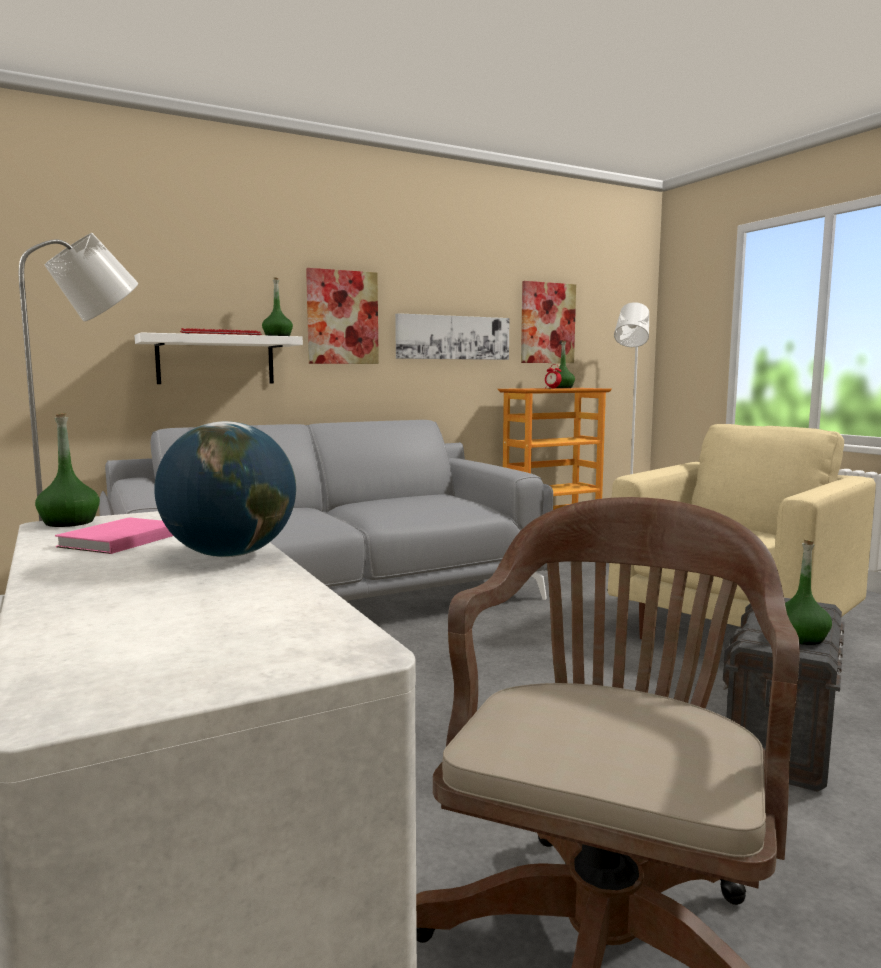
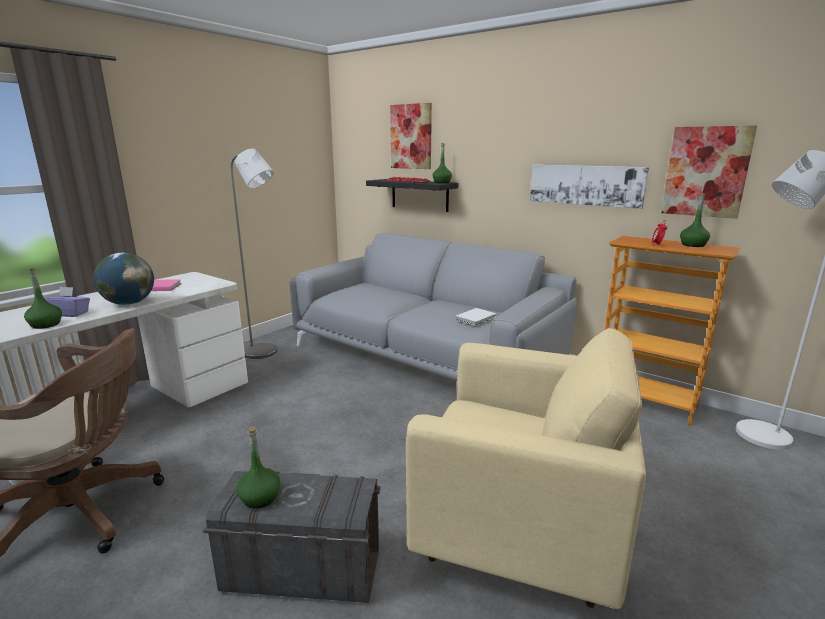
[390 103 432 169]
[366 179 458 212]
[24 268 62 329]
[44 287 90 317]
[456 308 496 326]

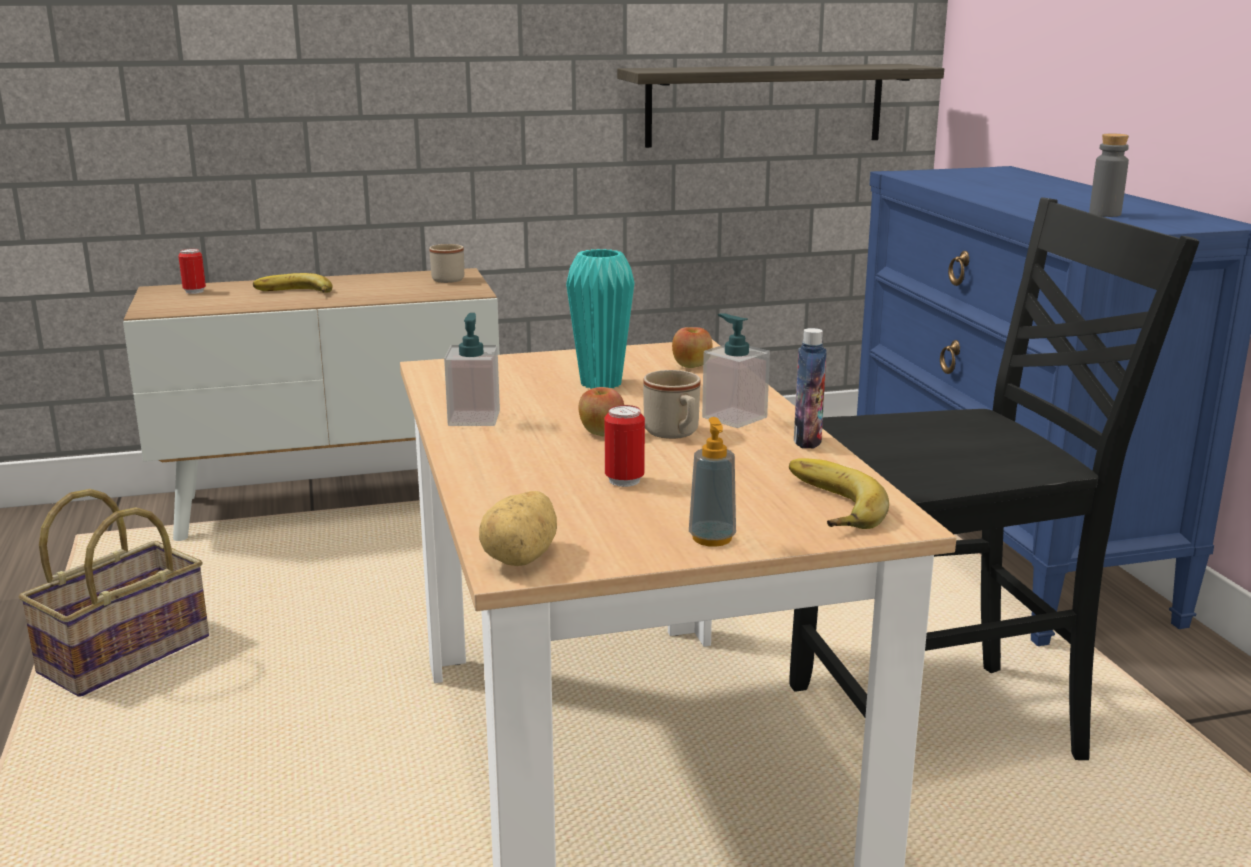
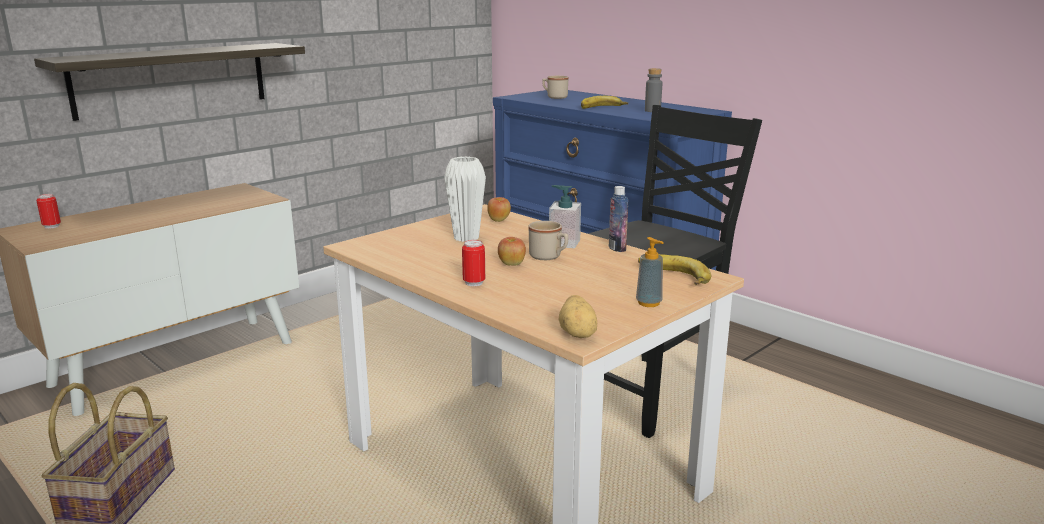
[34 43 305 121]
[542 76 568 99]
[444 156 486 242]
[581 96 628 109]
[444 313 500 426] (first image)
[462 240 485 286]

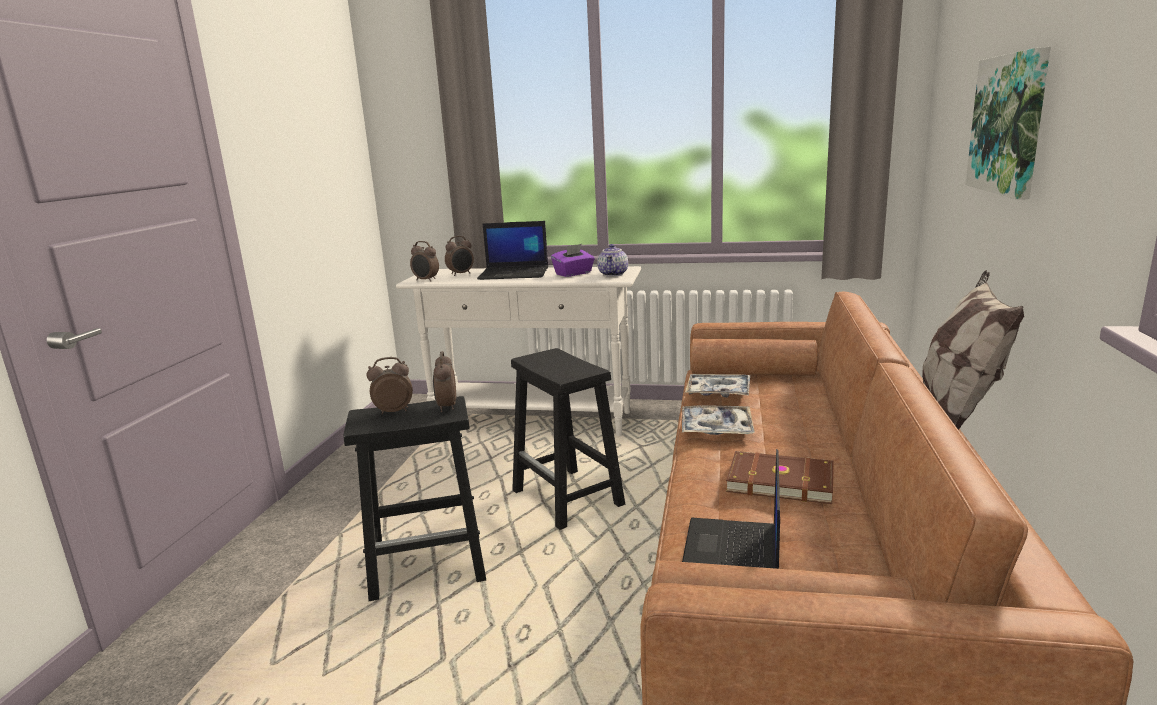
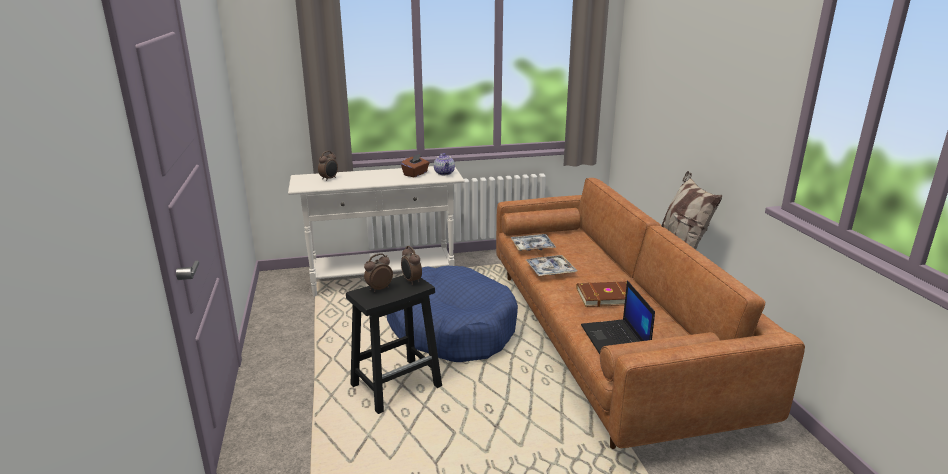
[965 47 1051 200] (first image)
[477 221 548 280] (first image)
[410 241 439 282] (first image)
[401 153 429 177]
[387 266 518 362]

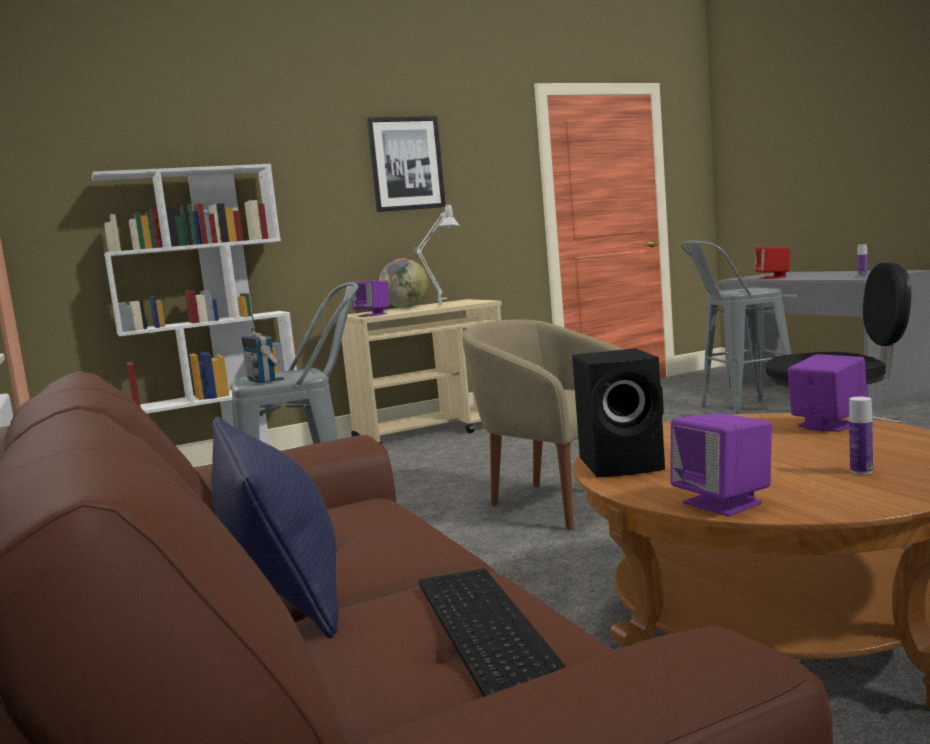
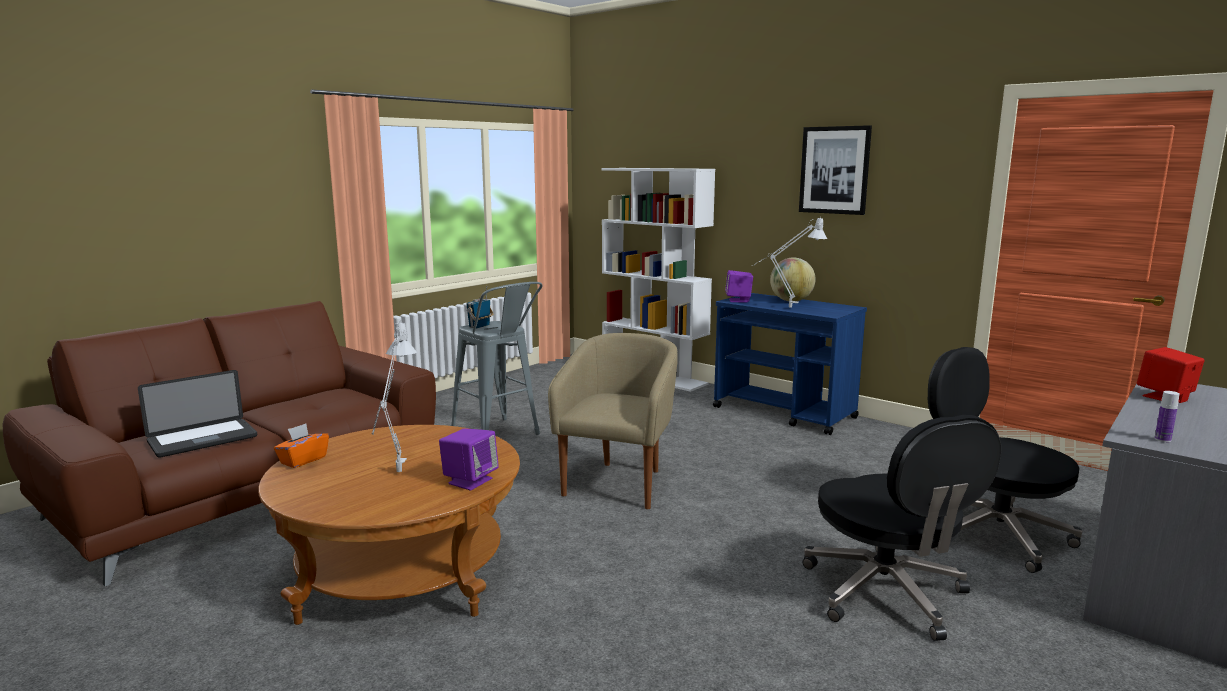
[928 347 1082 573]
[713 293 867 435]
[572 348 665 477] (first image)
[849 397 873 475] (first image)
[274 424 329 468]
[211 417 339 638] (first image)
[138 370 257 458]
[372 323 417 472]

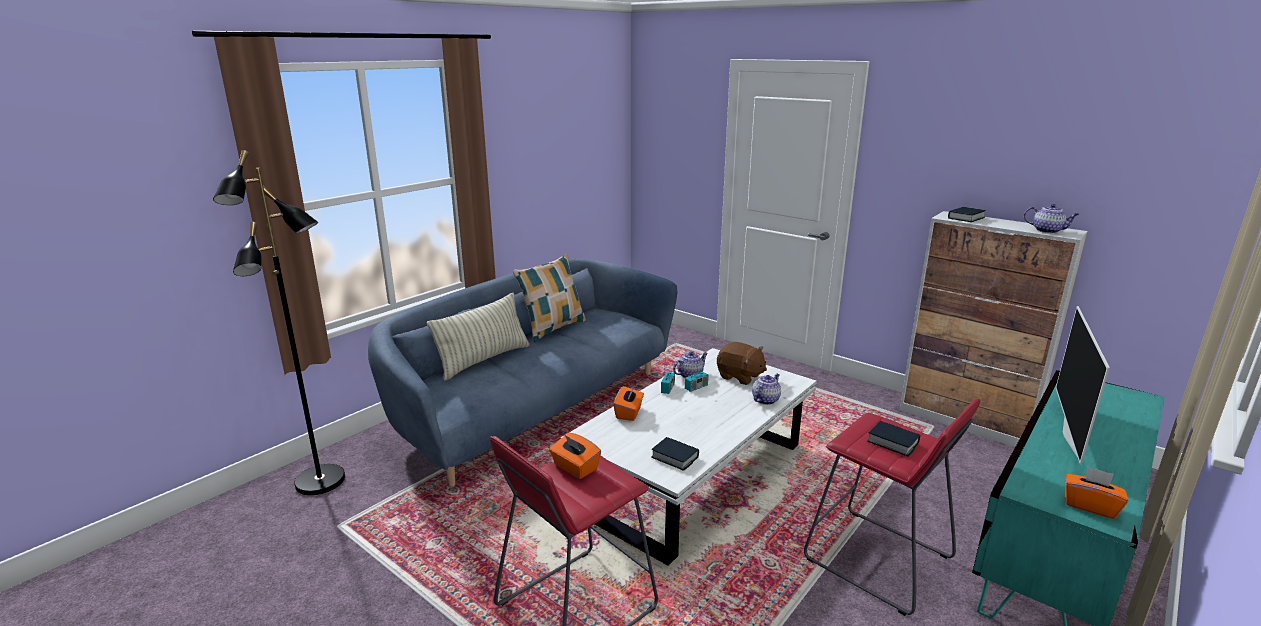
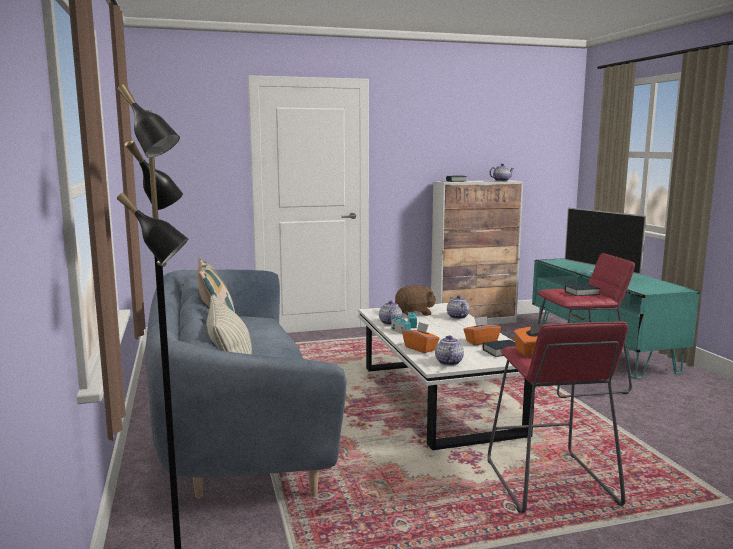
[463 316 501 345]
[435 336 464 366]

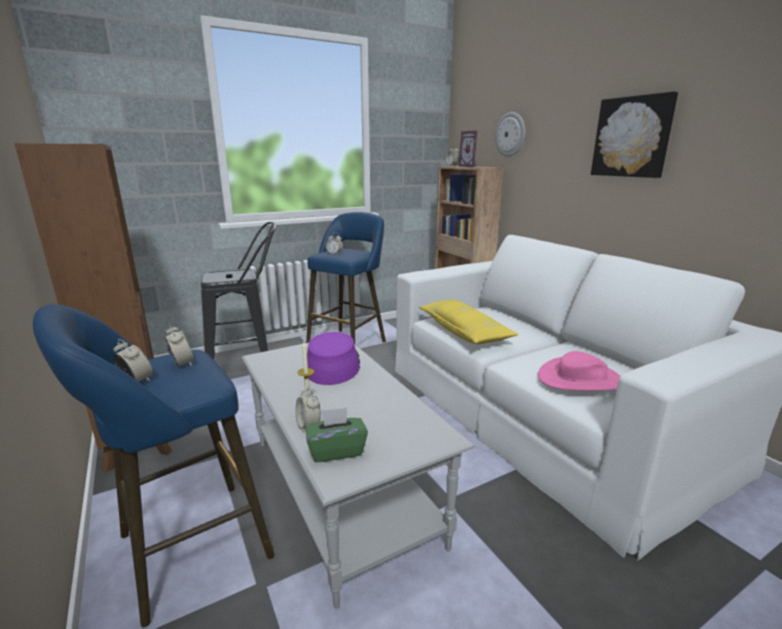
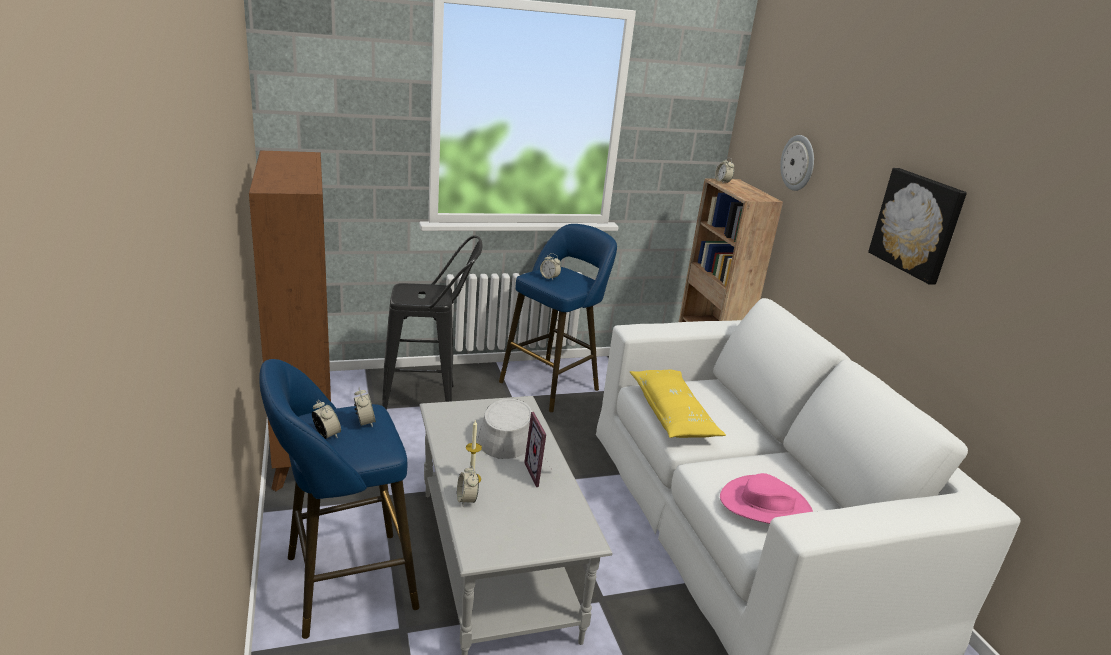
[524 412 551 487]
[478 399 532 459]
[305 407 368 462] (first image)

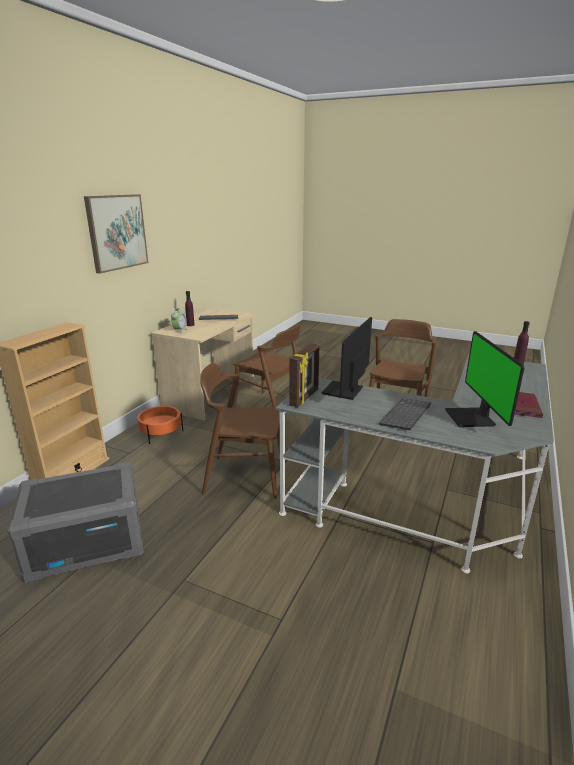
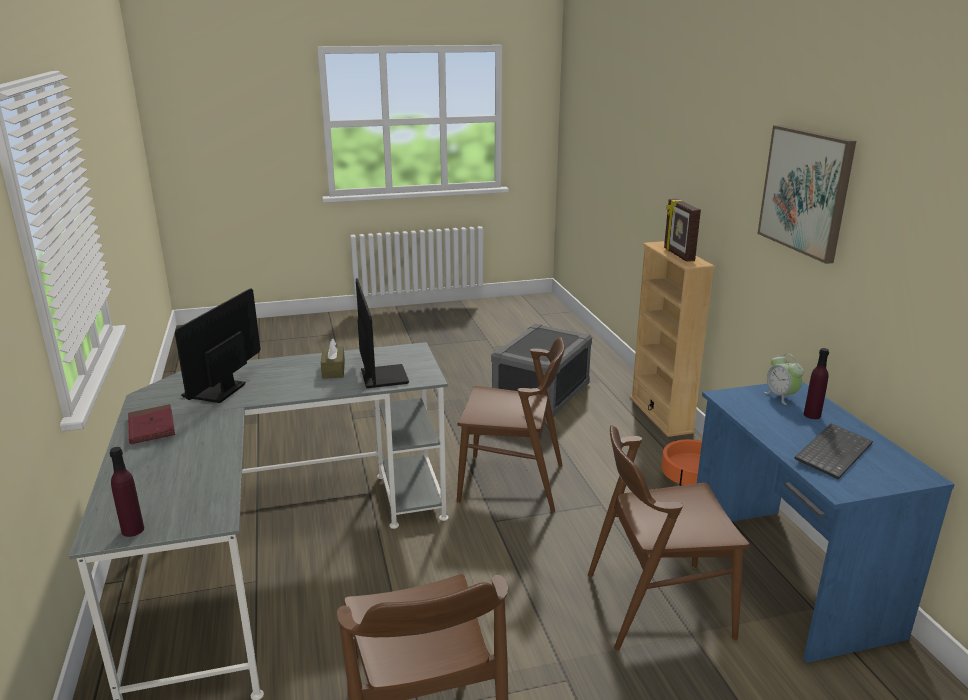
[697 381 955 663]
[175 289 260 403]
[664 199 701 262]
[457 337 565 512]
[379 398 431 430] (first image)
[321 339 345 379]

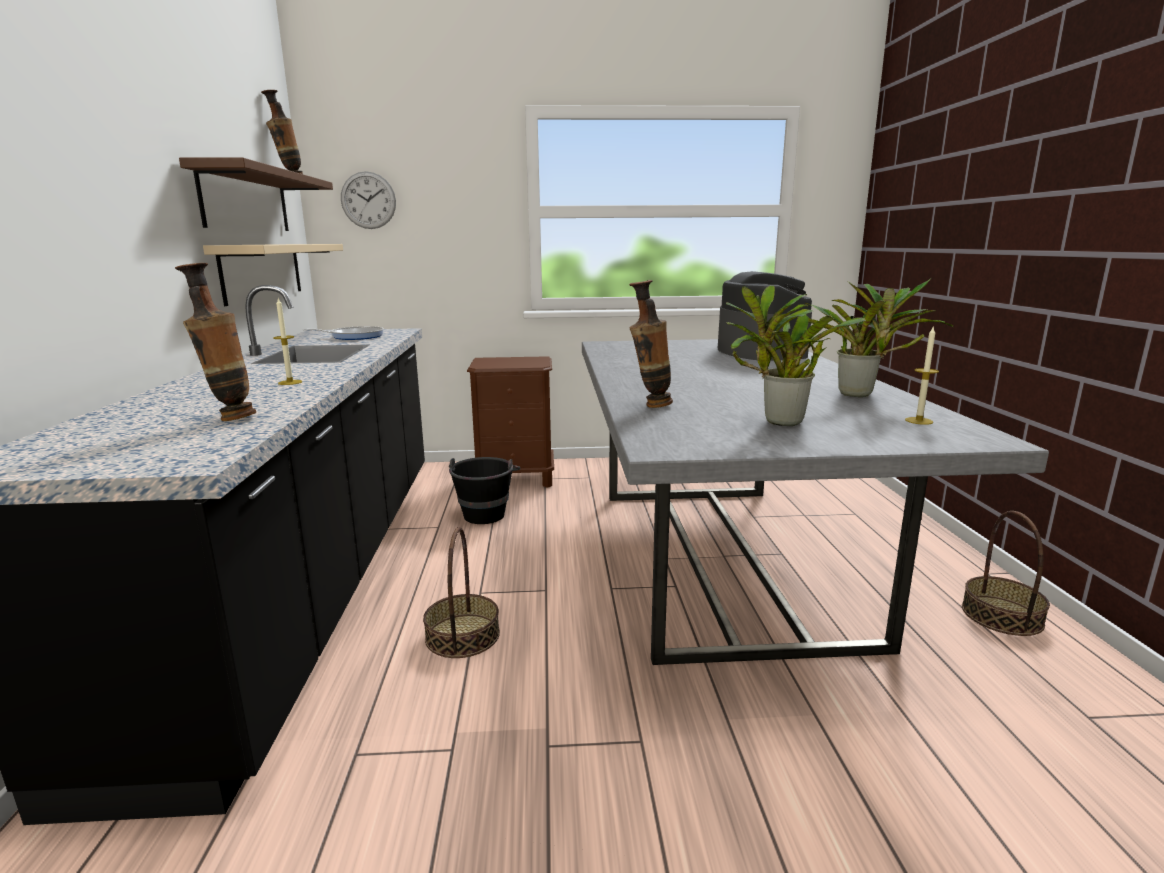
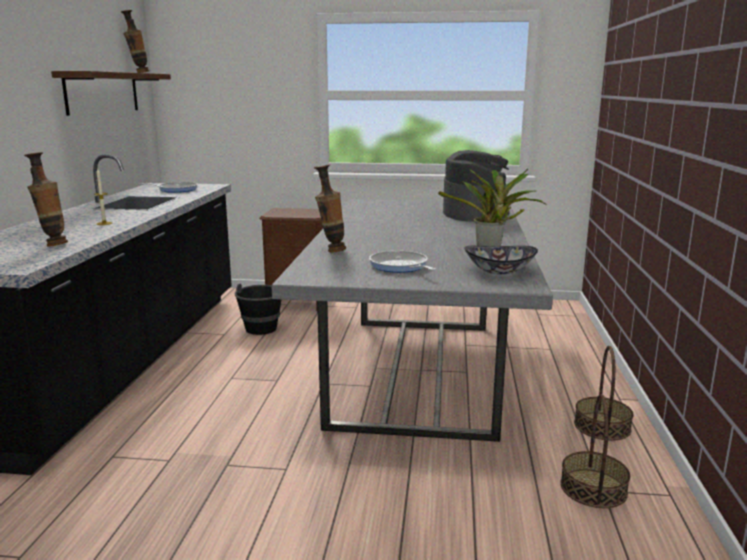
[341 171 396 229] (first image)
[203 244 343 306] (first image)
[369 251 436 273]
[464 246 538 274]
[560 394 630 508]

